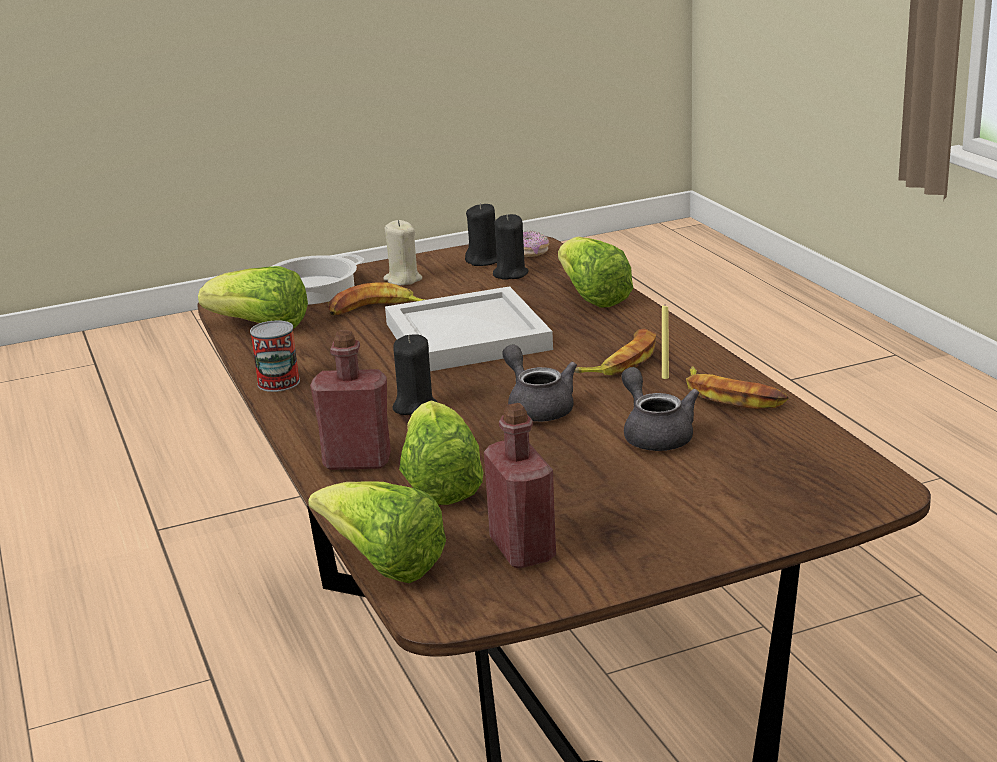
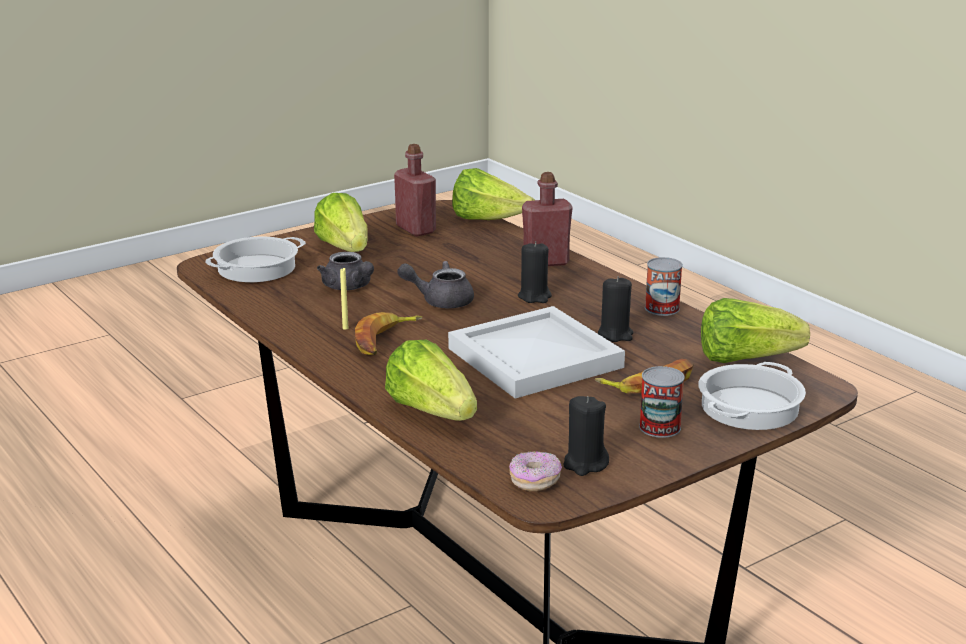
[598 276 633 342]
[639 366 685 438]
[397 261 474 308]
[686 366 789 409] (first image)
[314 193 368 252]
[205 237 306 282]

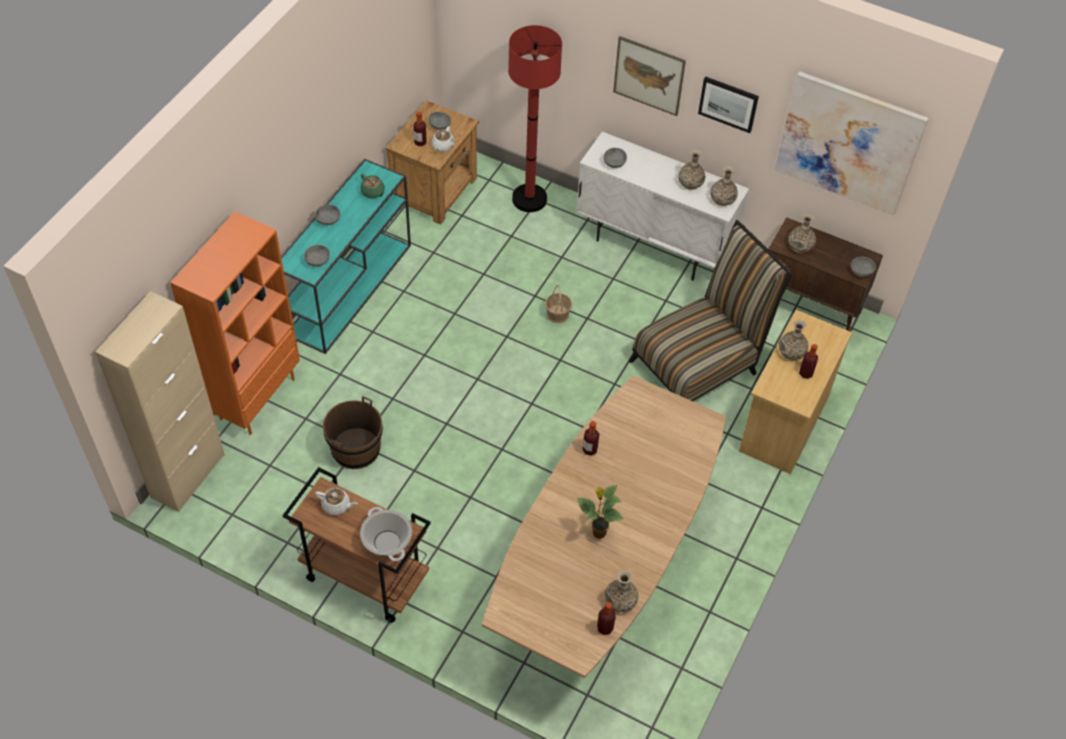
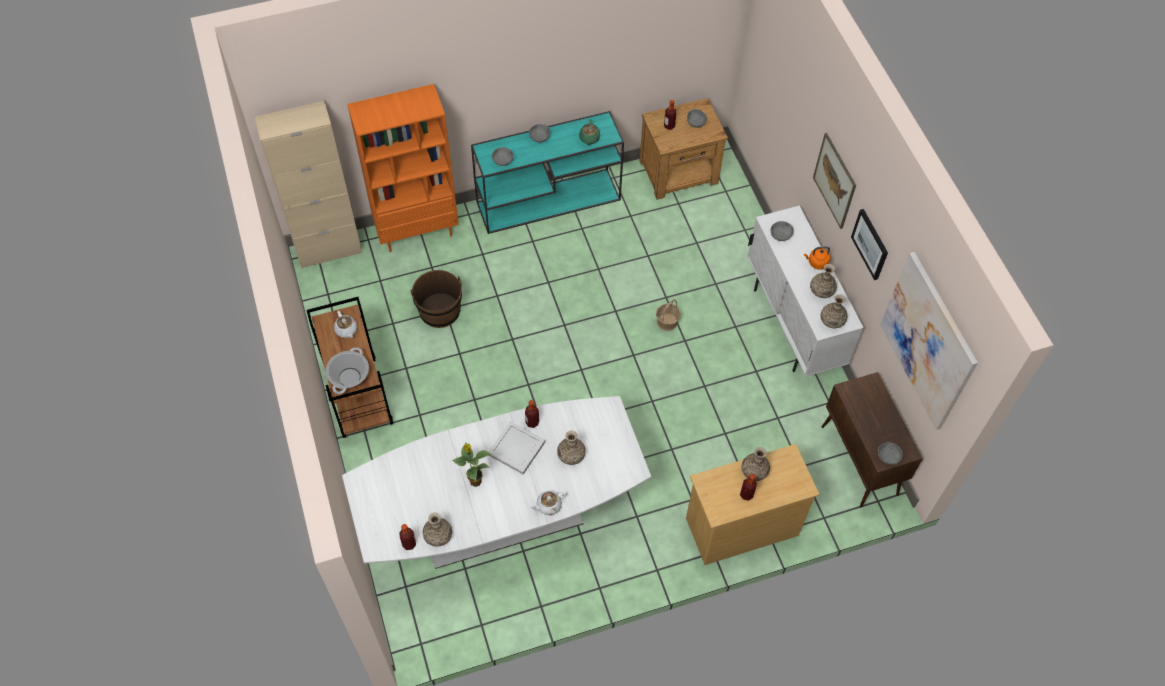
[508 25 562 212] (first image)
[529 490 567 515]
[557 430 586 465]
[629 220 793 401] (first image)
[342 396 651 569]
[804 246 831 270]
[488 421 545 475]

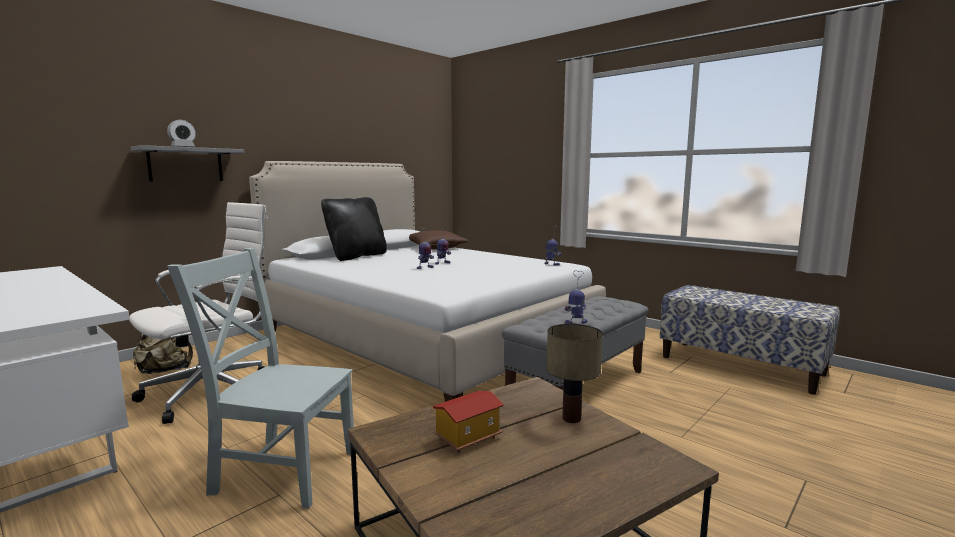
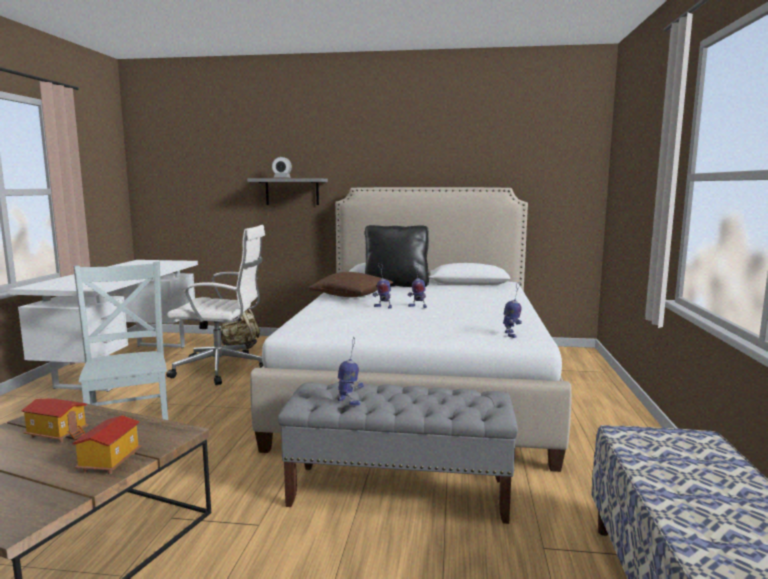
[308 272 393 297]
[73 415 141 474]

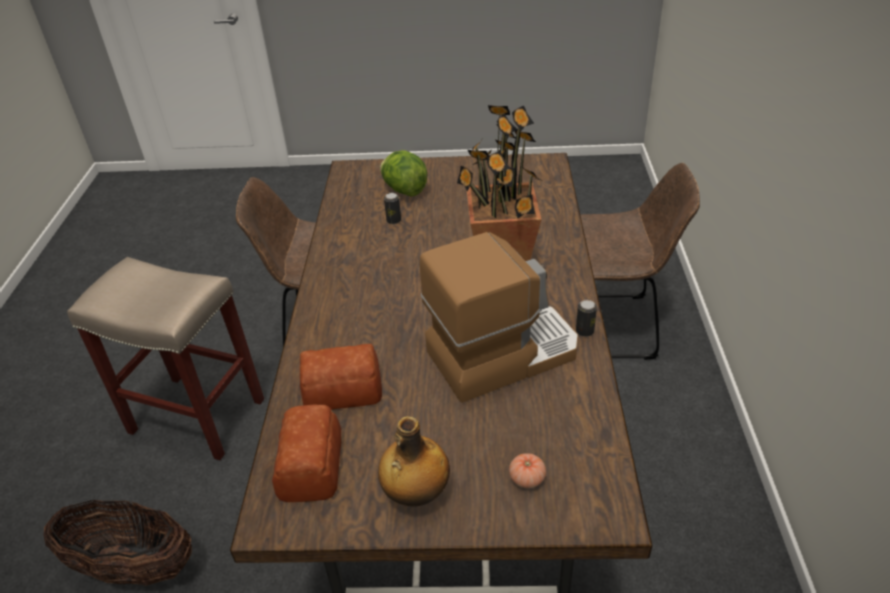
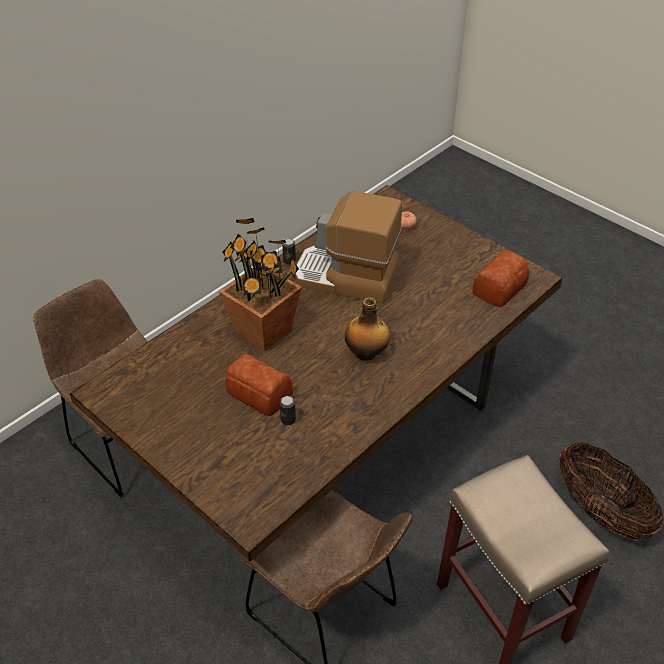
[380 150 428 197] (first image)
[226 353 293 416]
[345 297 390 361]

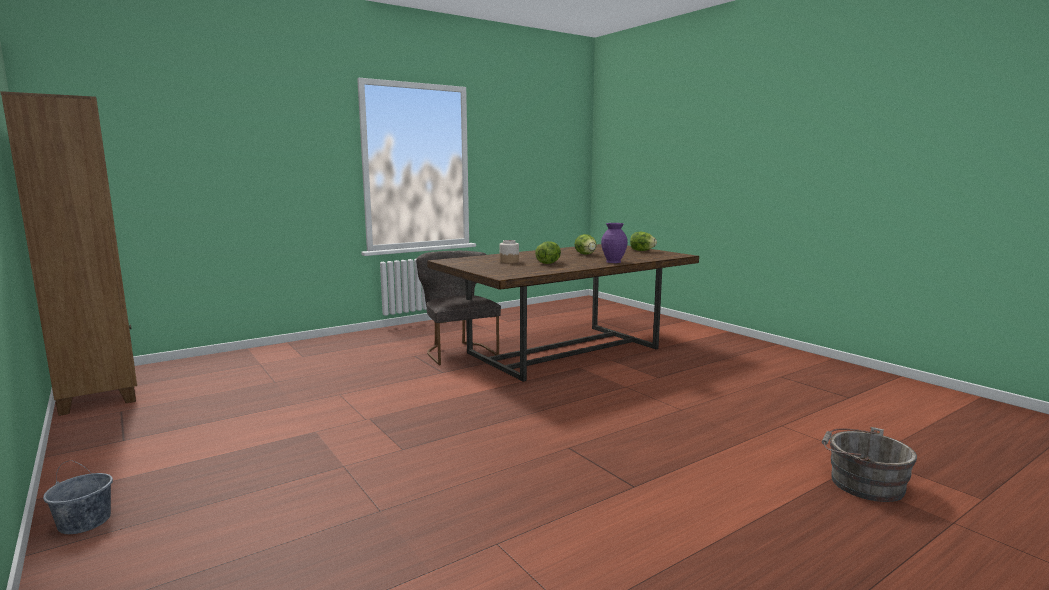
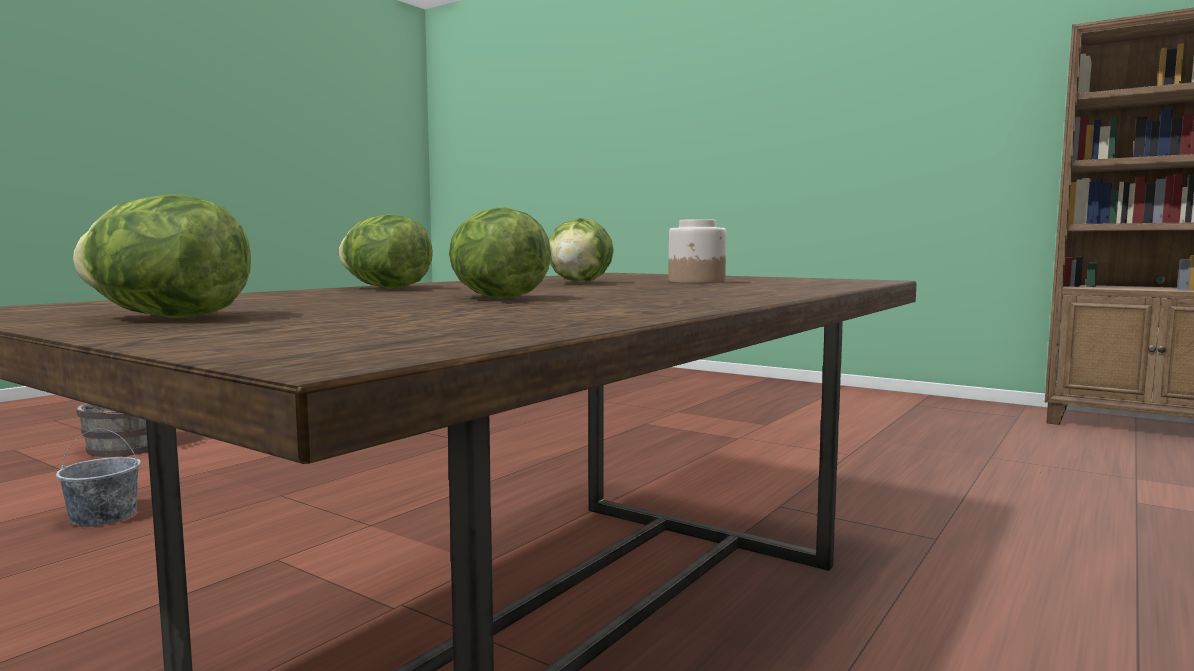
[339 214 433 289]
[416 251 501 365] (first image)
[56 428 142 527]

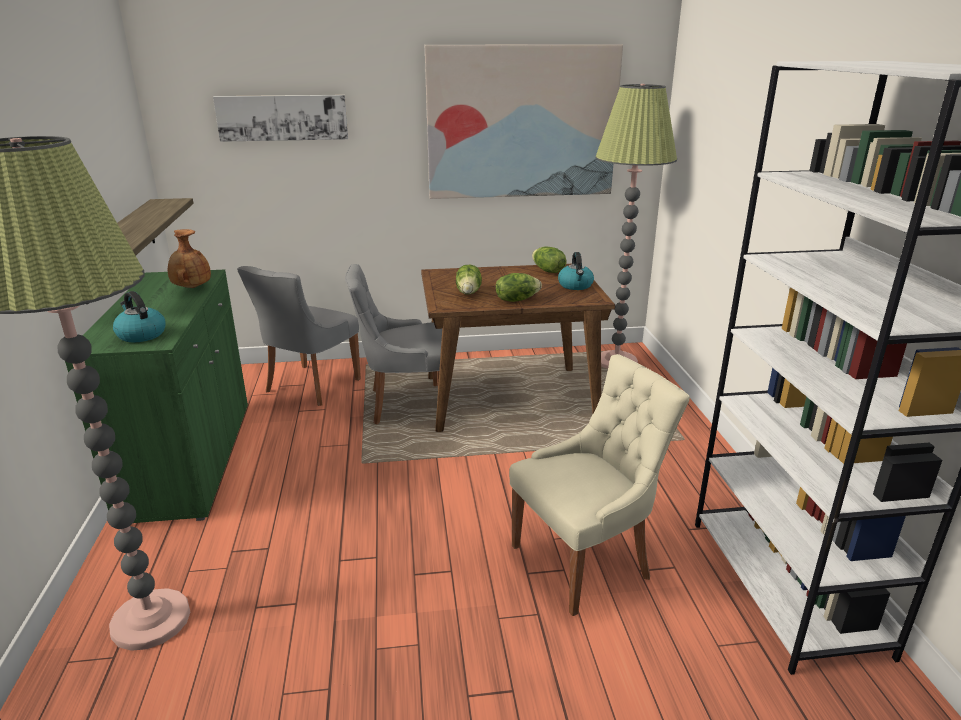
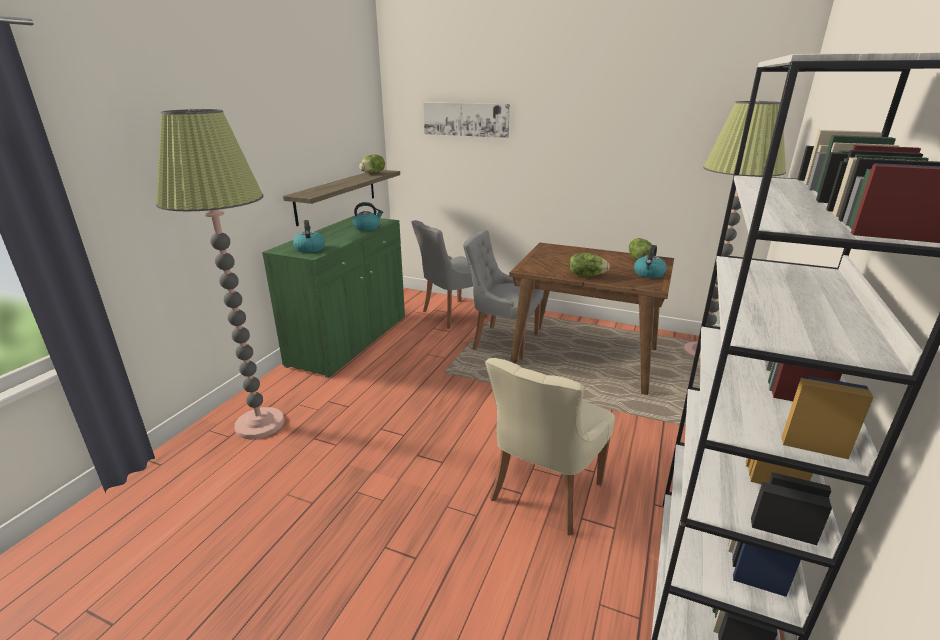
[425 44 623 199] (first image)
[352 202 383 231]
[359 154 385 173]
[485 358 615 535]

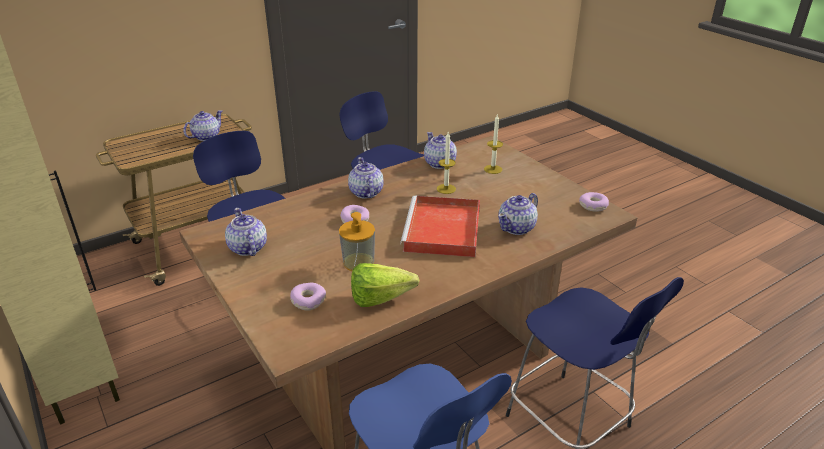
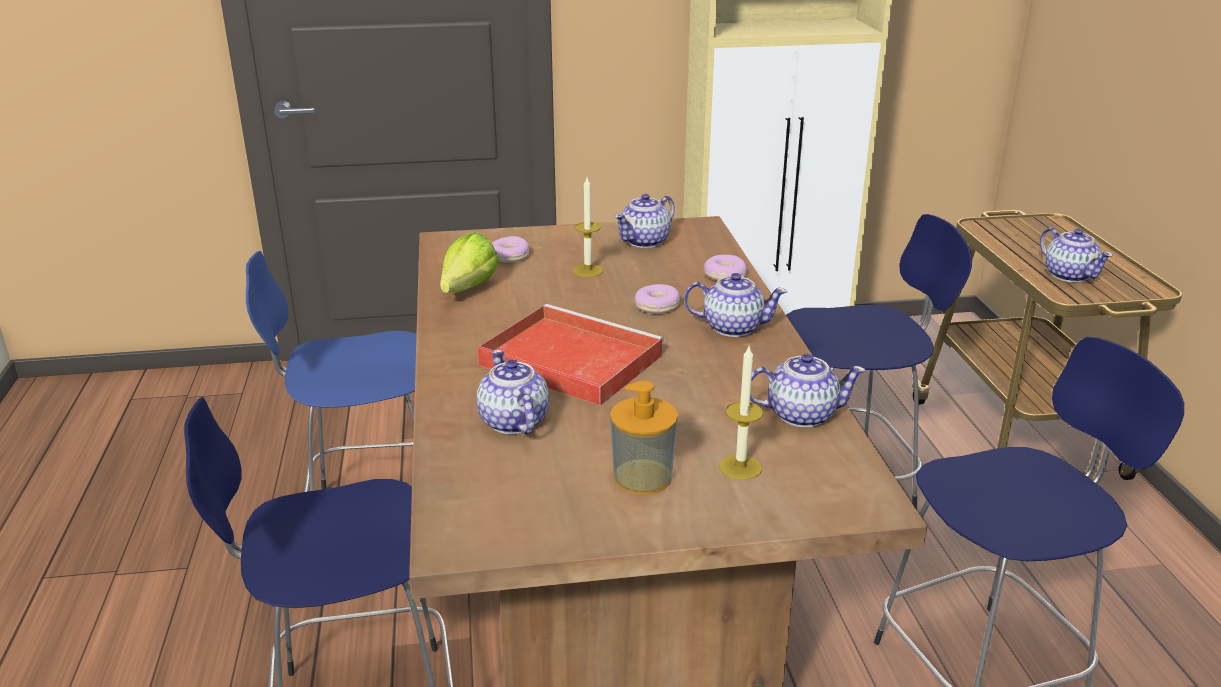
[573 177 603 277]
[704 255 747 280]
[614 194 675 248]
[610 381 678 495]

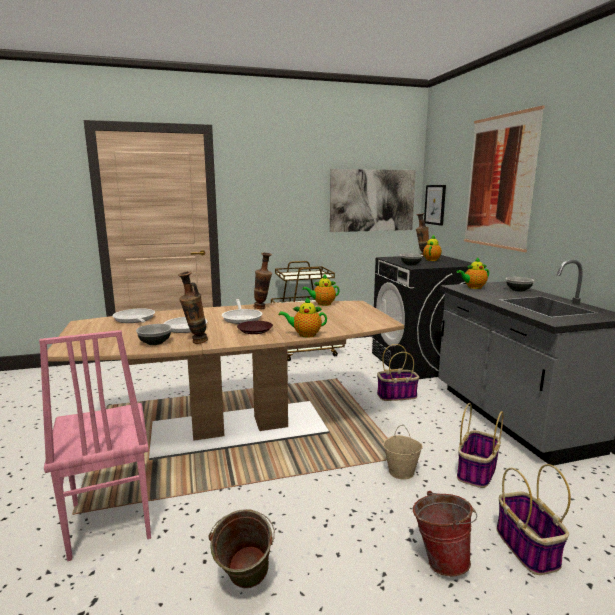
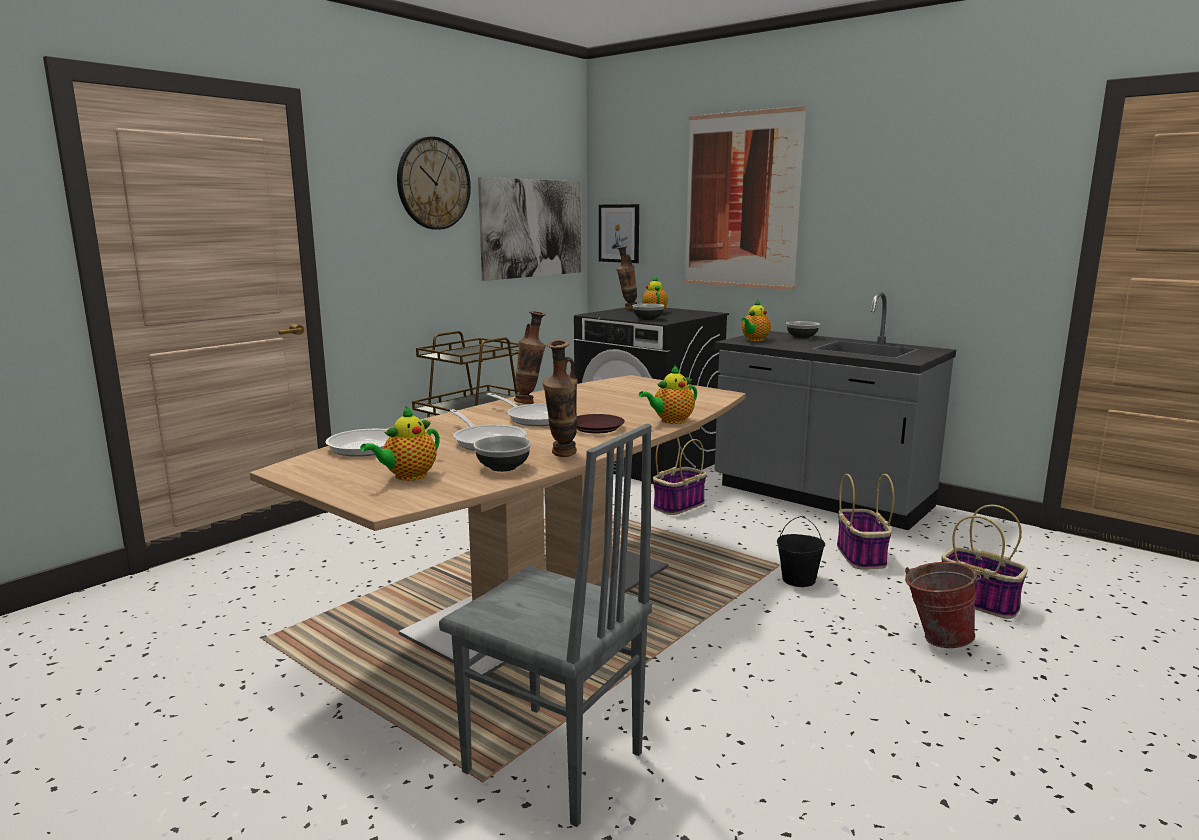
[360 406 440 481]
[439 424 653 827]
[777 516 825 587]
[208 509 275 588] (first image)
[397 137 471 230]

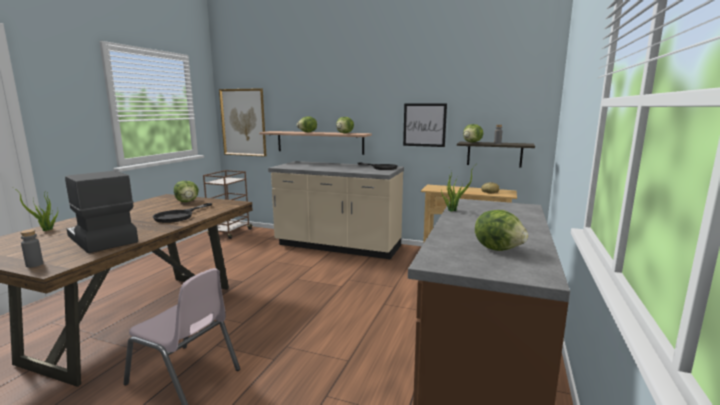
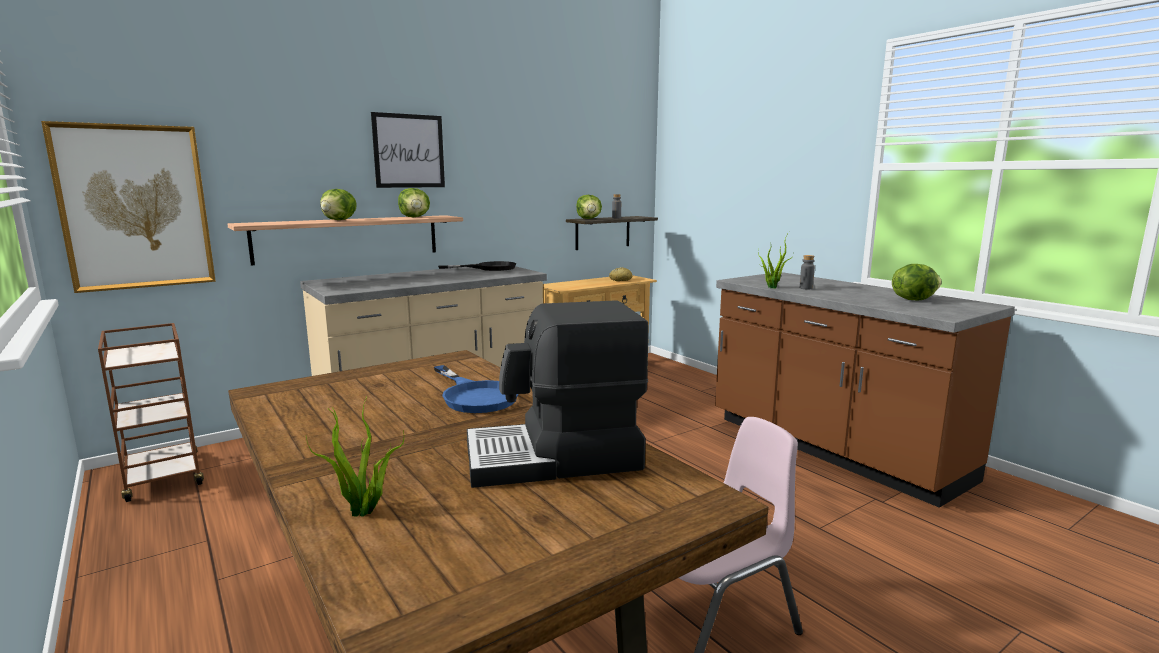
[371 112 445 188]
[174 181 199 202] (first image)
[434 365 518 413]
[799 255 815 289]

